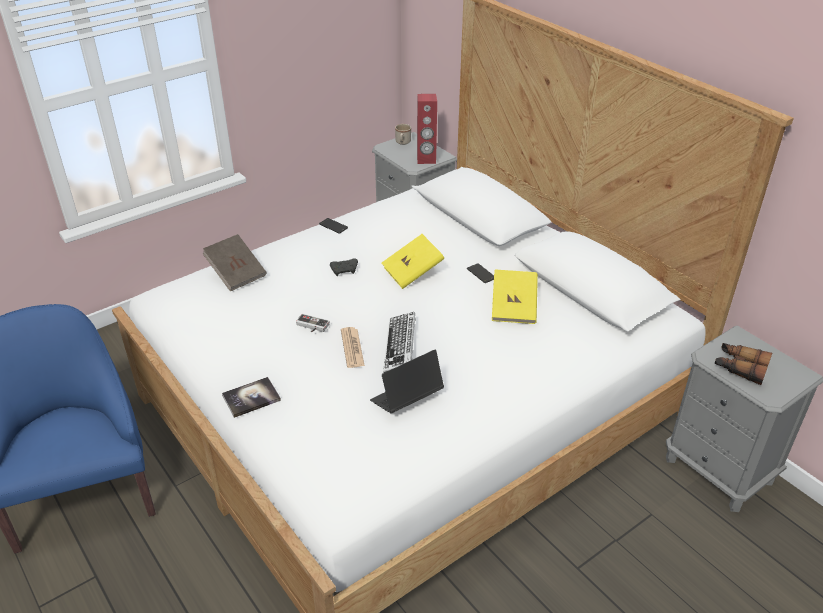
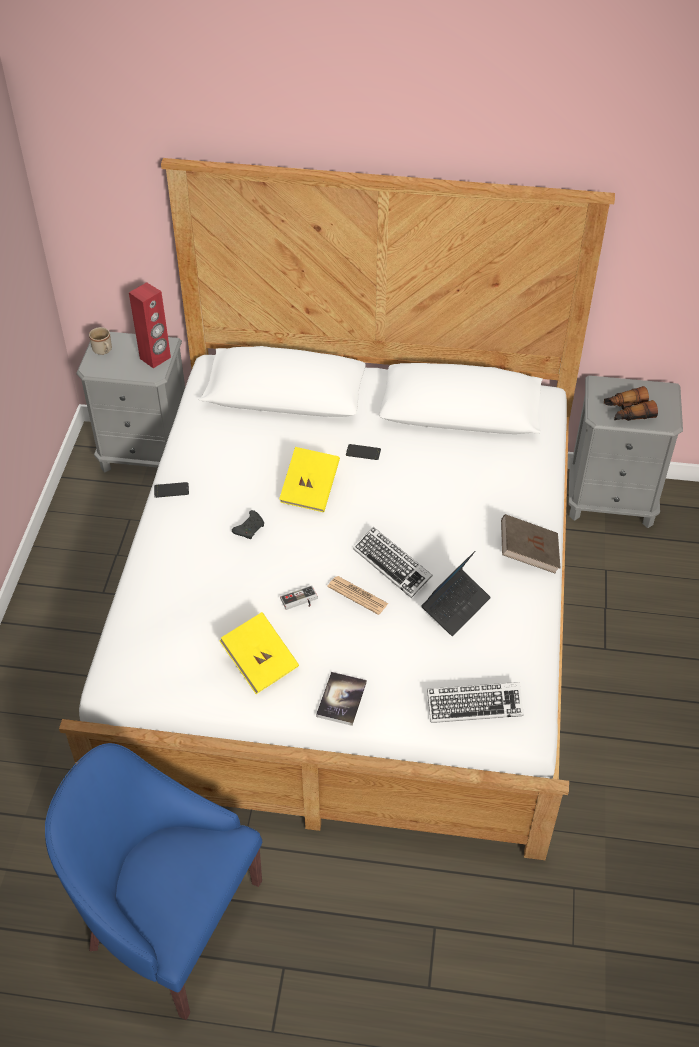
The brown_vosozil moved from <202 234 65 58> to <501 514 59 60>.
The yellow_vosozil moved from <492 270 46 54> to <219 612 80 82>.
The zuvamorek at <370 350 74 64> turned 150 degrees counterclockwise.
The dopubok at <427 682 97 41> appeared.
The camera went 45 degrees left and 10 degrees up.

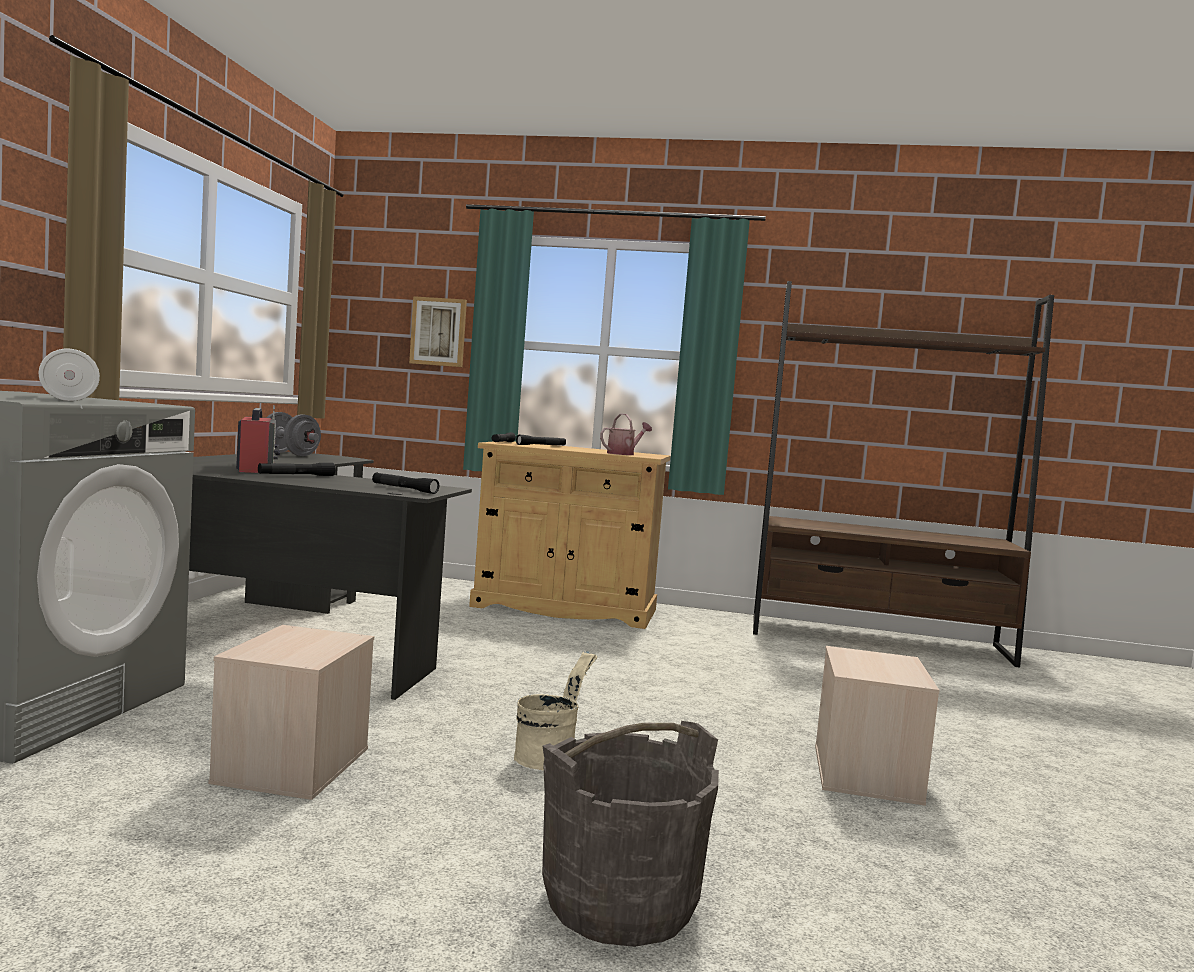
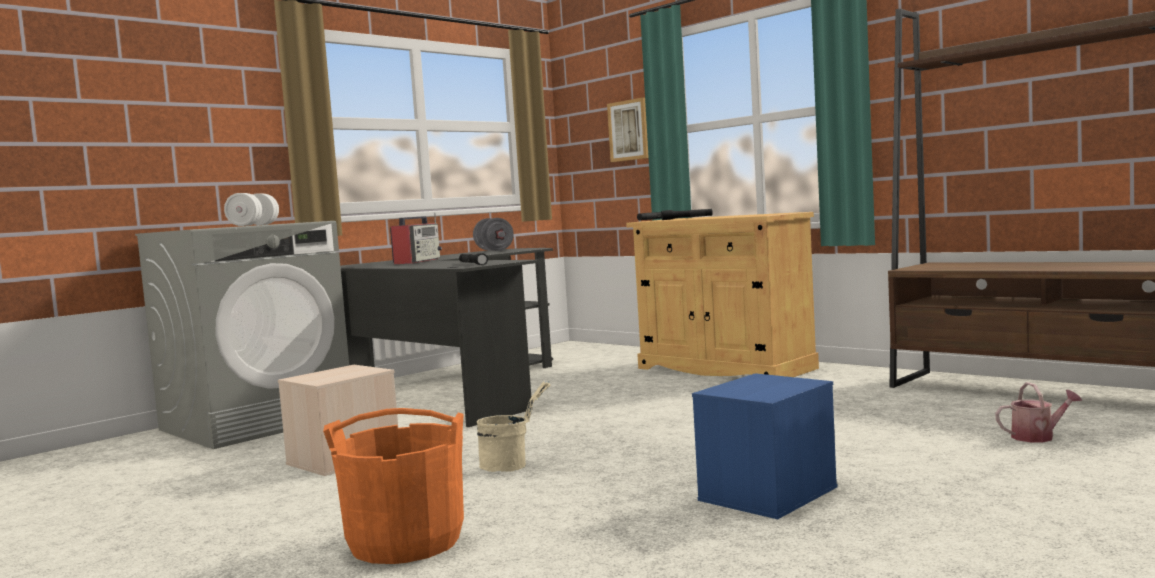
The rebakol moved from <600 413 52 42> to <995 382 87 60>.
The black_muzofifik at <258 463 77 13> disappeared.
The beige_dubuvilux at <815 646 125 160> became the blue_dubuvilux at <692 373 145 146>.
The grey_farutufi at <542 721 177 226> became the orange_farutufi at <323 408 141 156>.
The camera went 35 degrees right and 0 degrees up.

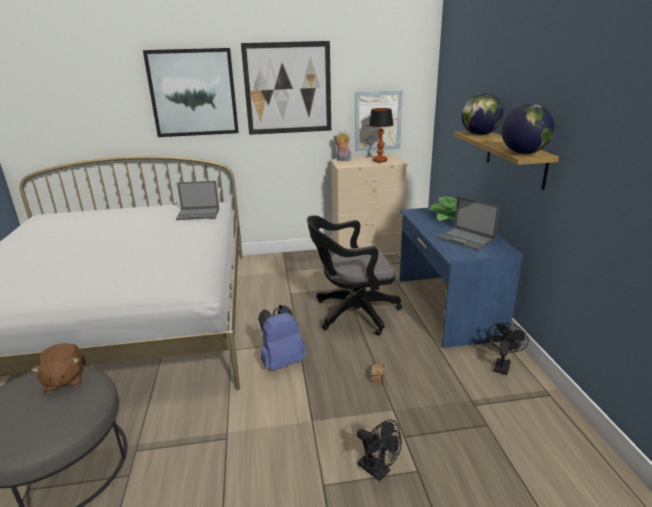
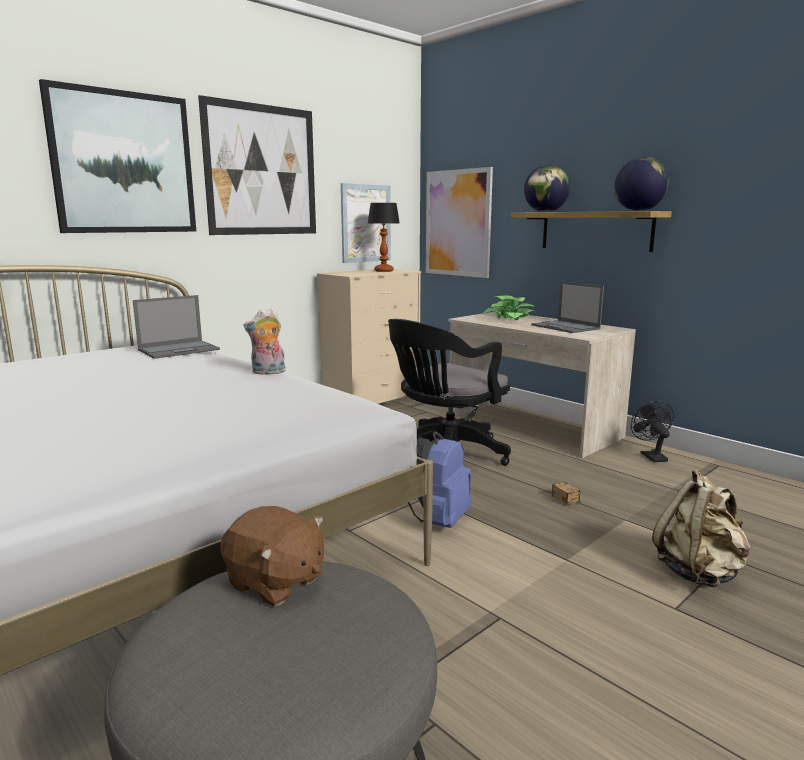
The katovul moved from <333 130 18 31> to <243 309 43 66>.
The zuvamorek at <436 197 64 54> turned 45 degrees clockwise.
The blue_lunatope at <399 206 124 142> became the beige_lunatope at <448 312 188 146>.
The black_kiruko at <357 419 45 62> was replaced by the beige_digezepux at <652 469 98 118>.
The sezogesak at <426 167 67 111> appeared.
The camera went 35 degrees left and 10 degrees down.

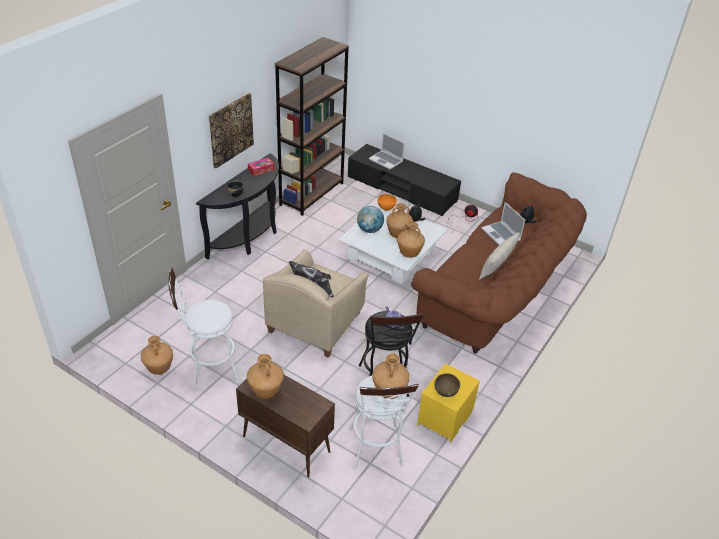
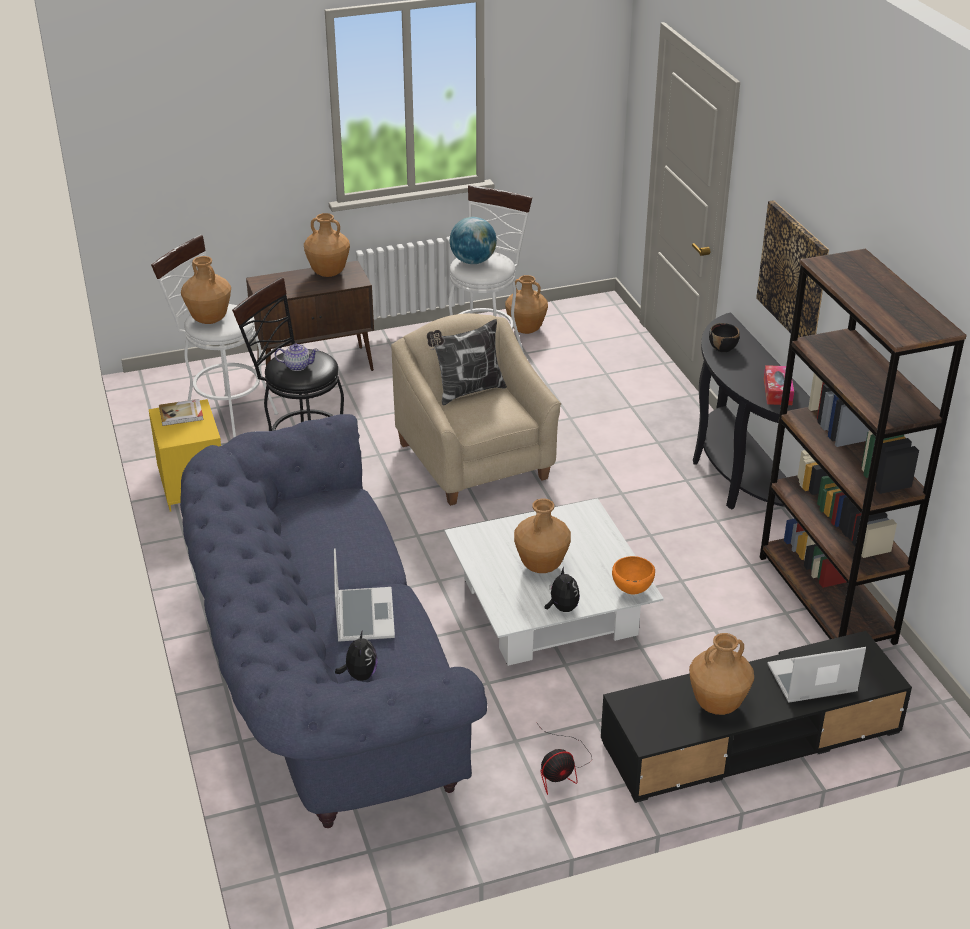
The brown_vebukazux at <411 173 176 181> became the blue_vebukazux at <180 414 307 414>.
The zuvamorek at <482 202 43 43> turned 75 degrees clockwise.
The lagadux moved from <357 206 27 27> to <450 217 47 47>.
The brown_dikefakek moved from <397 222 28 36> to <689 633 65 82>.
The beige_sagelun at <479 232 41 48> disappeared.
The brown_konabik at <435 373 25 24> was replaced by the vosozil at <159 399 44 27>.
The camera went 130 degrees right and 5 degrees down.

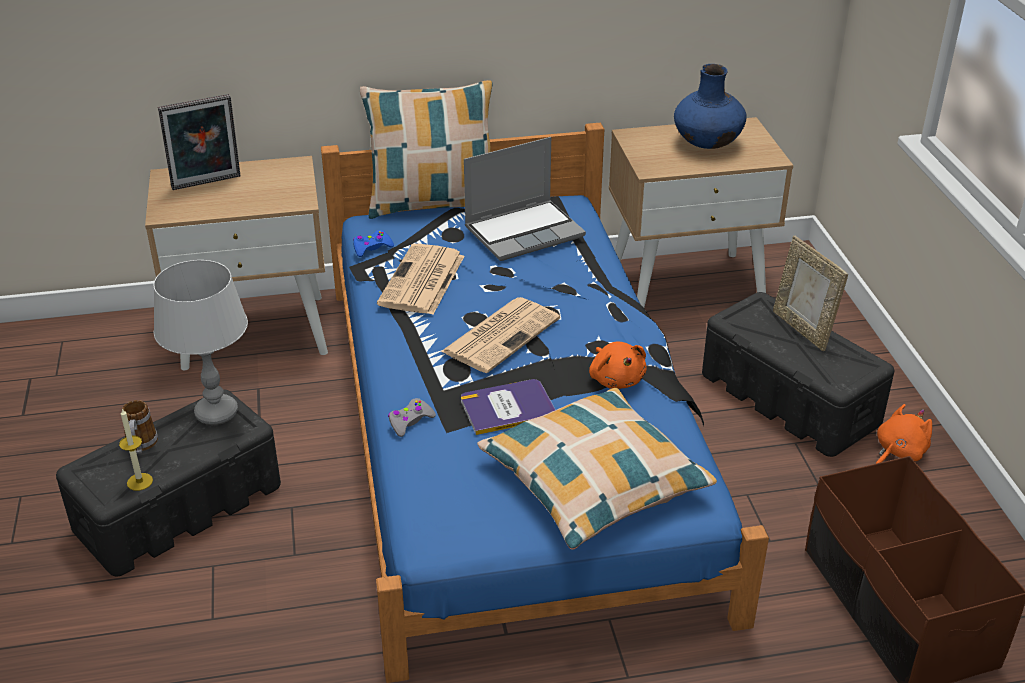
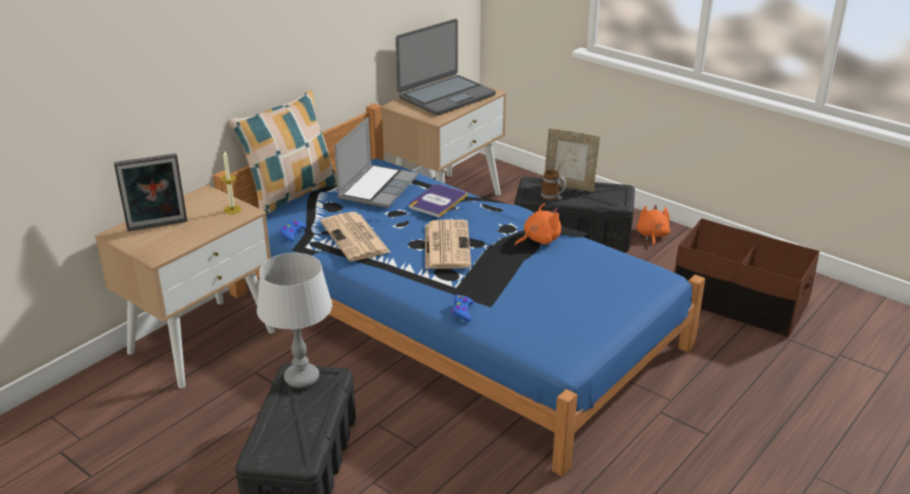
The blue_dikefakek at <674 64 73 85> was replaced by the zuvamorek at <396 19 100 97>.
The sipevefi at <158 94 82 96> turned 45 degrees clockwise.
The orange_katovul at <589 341 58 48> turned 60 degrees counterclockwise.
The vosozil moved from <461 379 94 56> to <409 184 59 34>.
The sagelun at <477 388 240 162> disappeared.
The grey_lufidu at <388 398 48 39> became the blue_lufidu at <452 295 22 26>.
The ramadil moved from <122 400 36 54> to <541 170 26 31>.
The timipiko moved from <119 409 34 82> to <220 150 22 64>.
The camera went 40 degrees left and 5 degrees down.

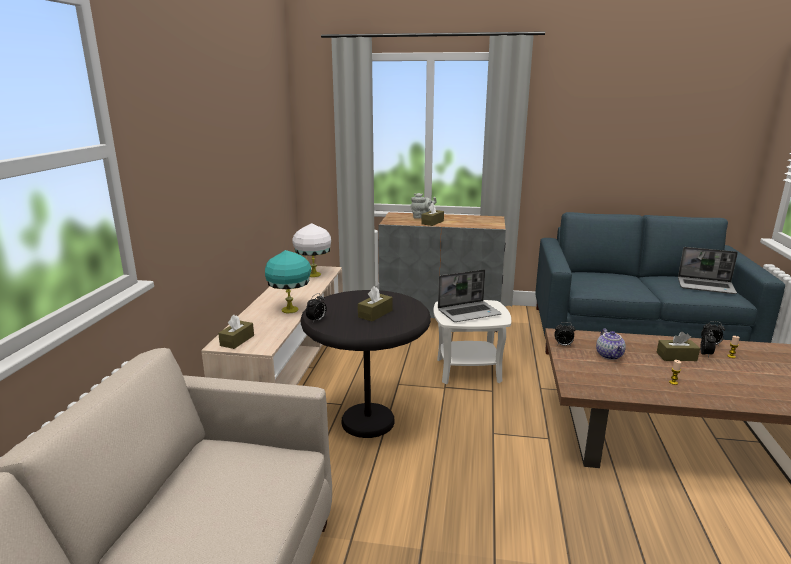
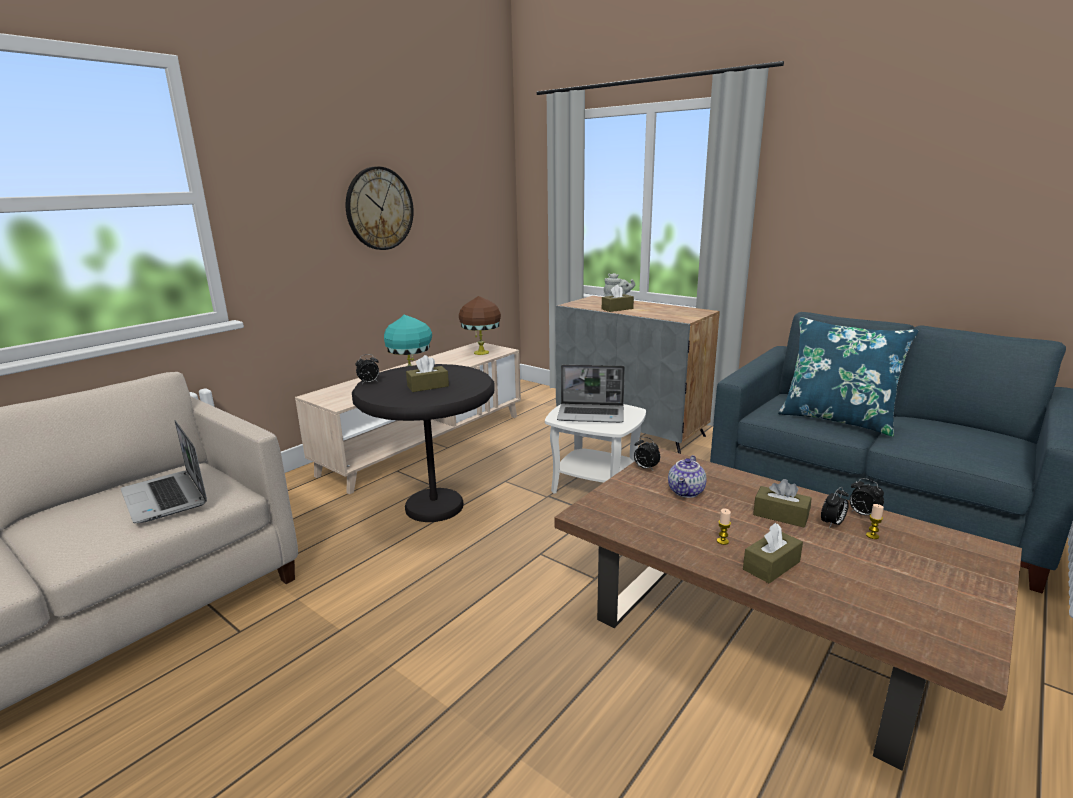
The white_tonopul at <292 223 39 54> became the brown_tonopul at <459 296 42 59>.
The zuvamorek moved from <678 247 60 47> to <120 420 87 103>.
The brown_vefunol moved from <218 315 36 34> to <743 523 60 60>.
The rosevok at <346 166 68 84> appeared.
The blue_sagelun at <778 317 141 120> appeared.
The camera went 30 degrees right and 0 degrees up.

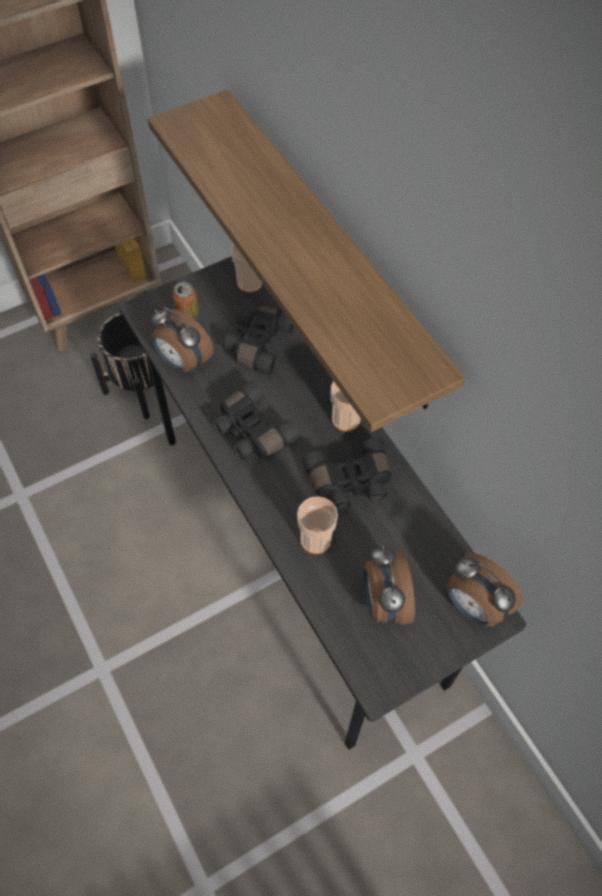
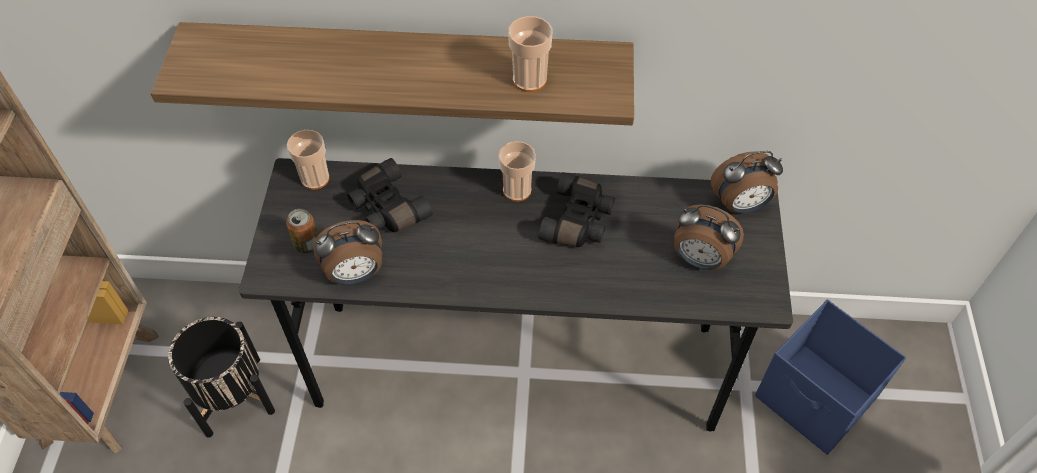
The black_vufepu at <212 381 87 79> disappeared.
The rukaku moved from <297 496 41 58> to <508 16 45 76>.
The blue_dubuvilux at <755 300 151 155> appeared.
The camera went 55 degrees left and 5 degrees down.

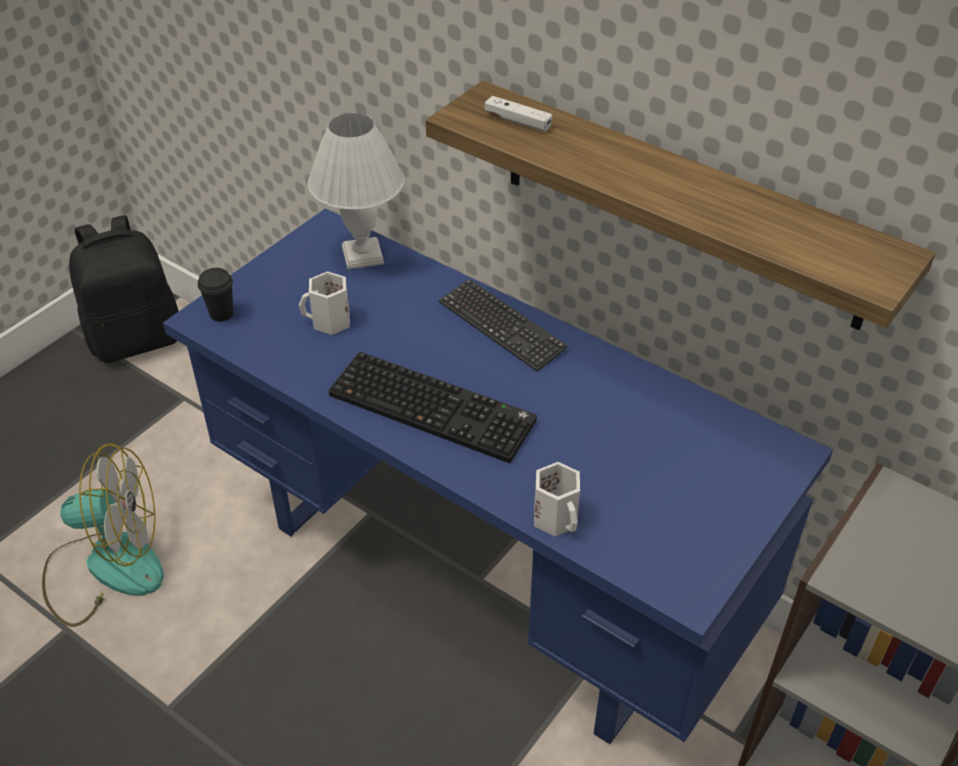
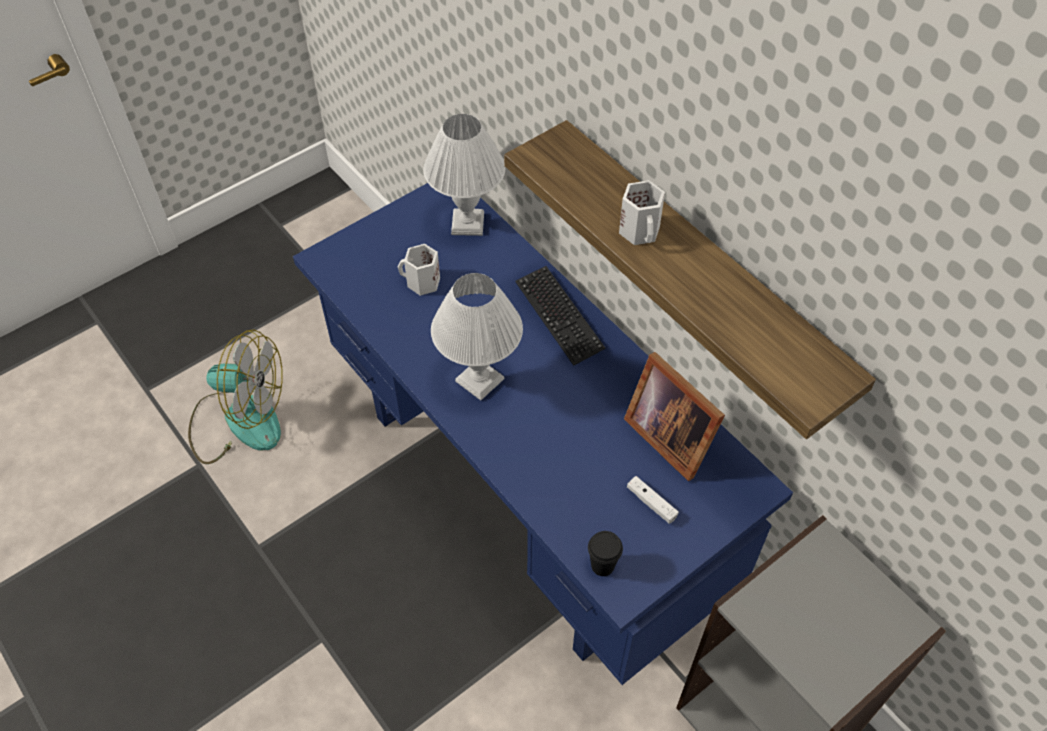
The white_lufidu moved from <485 96 67 35> to <627 476 52 48>.
The black_digezepux at <69 215 110 148> disappeared.
The black_rukaku moved from <198 268 35 54> to <588 531 35 45>.
The dopubok at <329 352 208 111> was replaced by the white_tonopul at <431 273 92 127>.
The white_ramadil moved from <534 462 46 75> to <619 180 46 65>.
The sipevefi at <624 352 101 129> appeared.
The camera went 15 degrees right and 10 degrees up.

